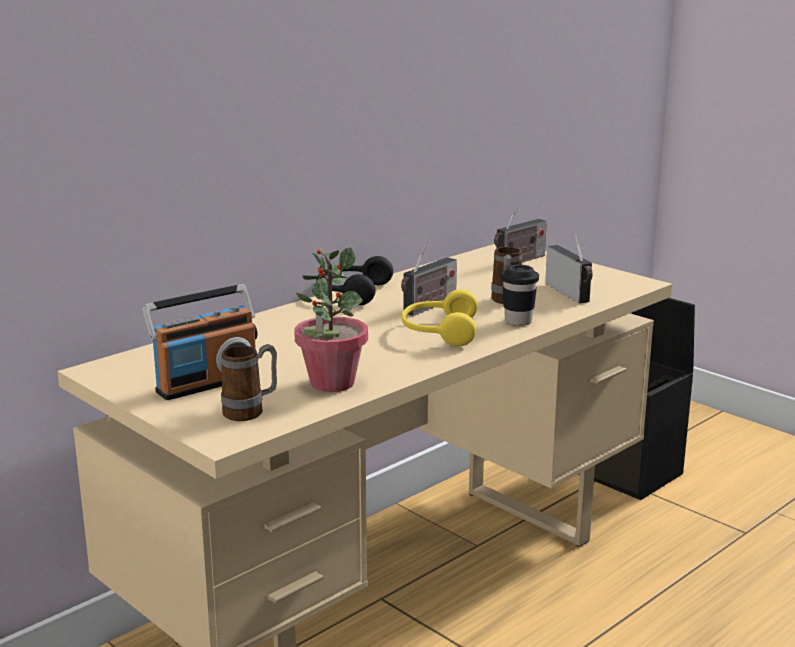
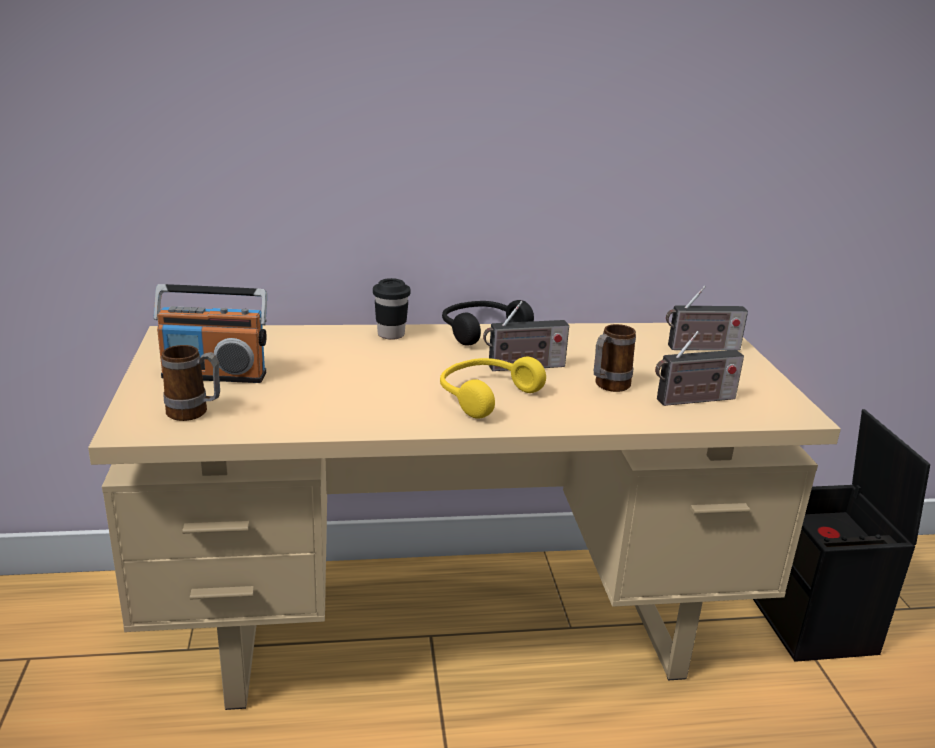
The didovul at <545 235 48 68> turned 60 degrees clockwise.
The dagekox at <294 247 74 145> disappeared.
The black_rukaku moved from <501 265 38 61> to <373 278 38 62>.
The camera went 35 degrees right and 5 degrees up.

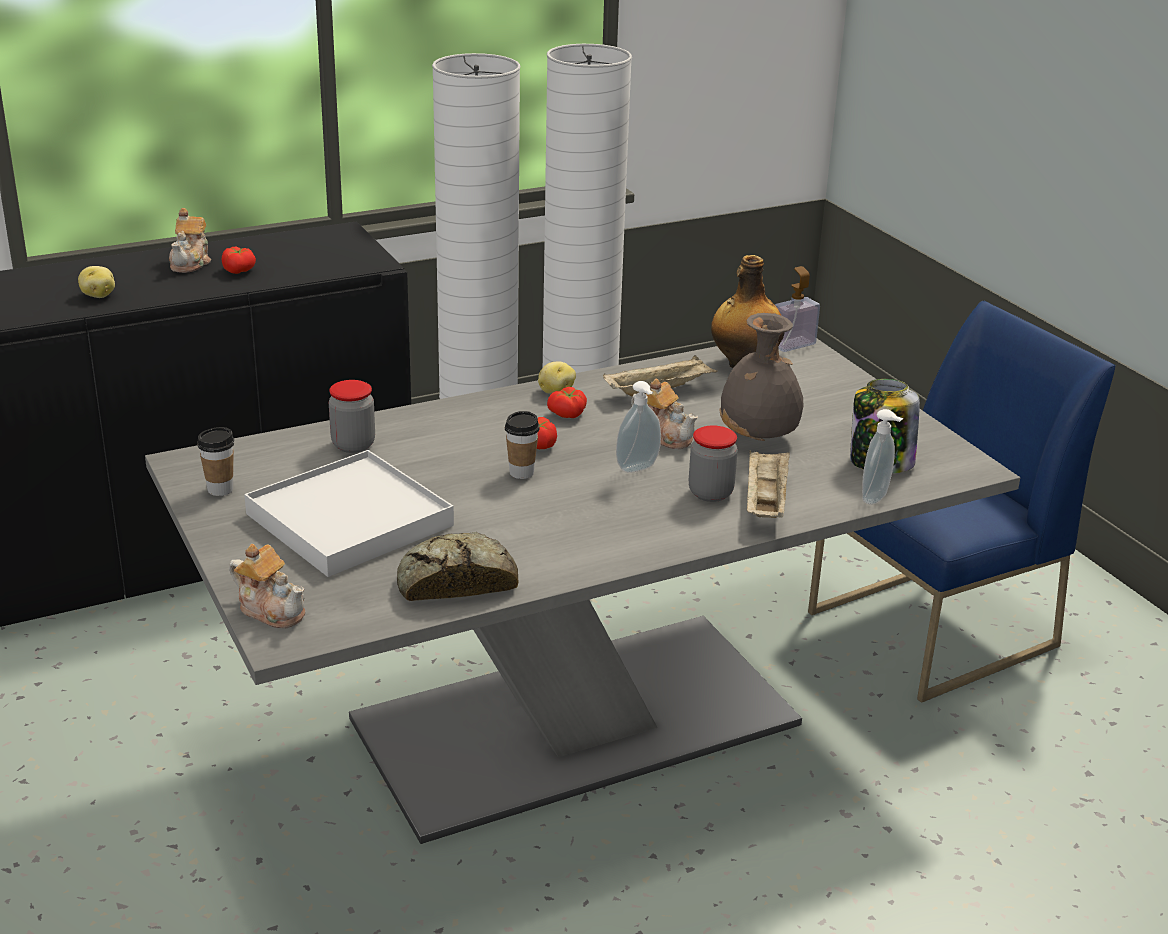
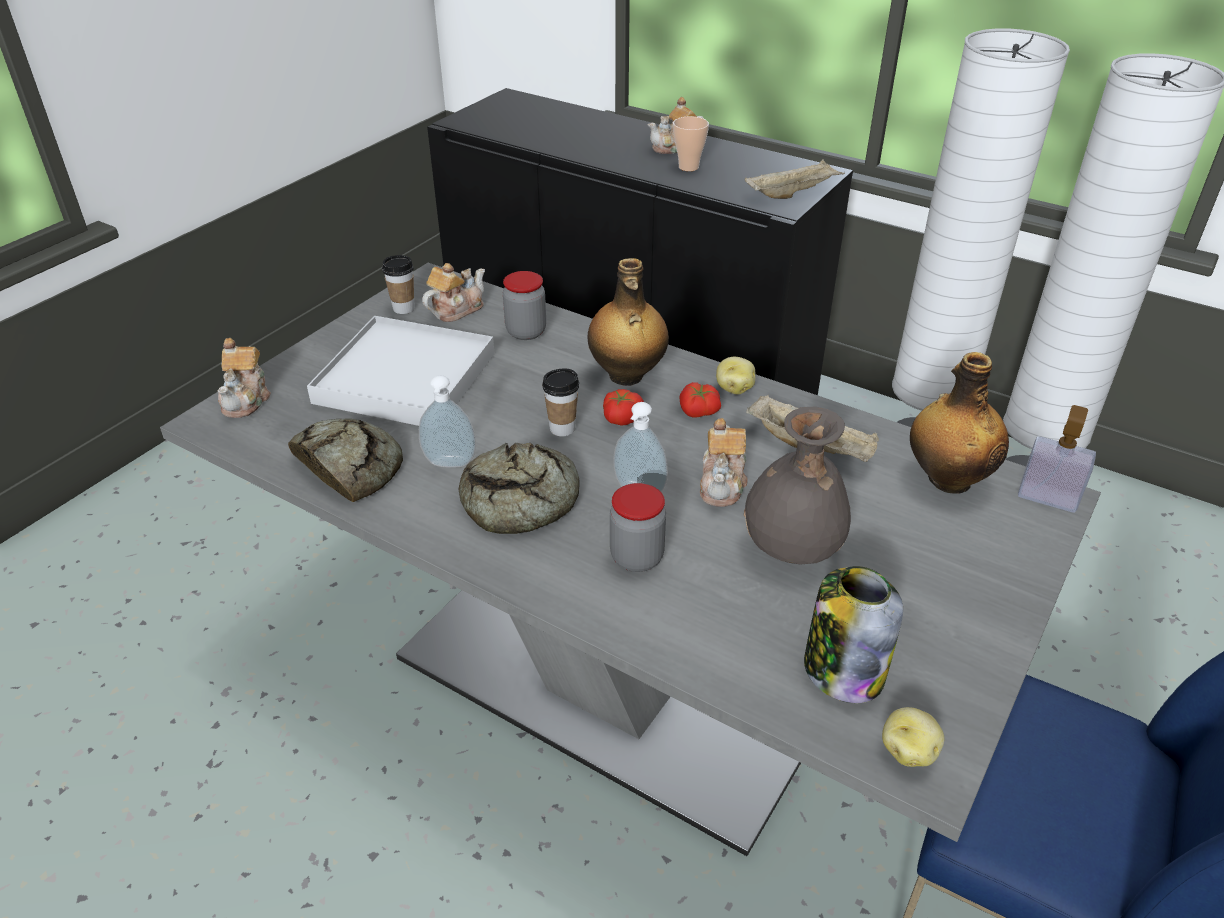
The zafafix at <222 247 34 27> was replaced by the rukaku at <673 117 36 54>.
The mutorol moved from <78 266 37 32> to <882 707 62 60>.
The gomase moved from <862 409 41 96> to <419 375 57 93>.
The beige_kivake moved from <747 449 43 69> to <745 160 100 39>.
The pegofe at <587 258 82 128> appeared.
The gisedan at <422 263 63 59> appeared.
The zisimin at <458 443 121 91> appeared.
The camera went 60 degrees right and 10 degrees up.

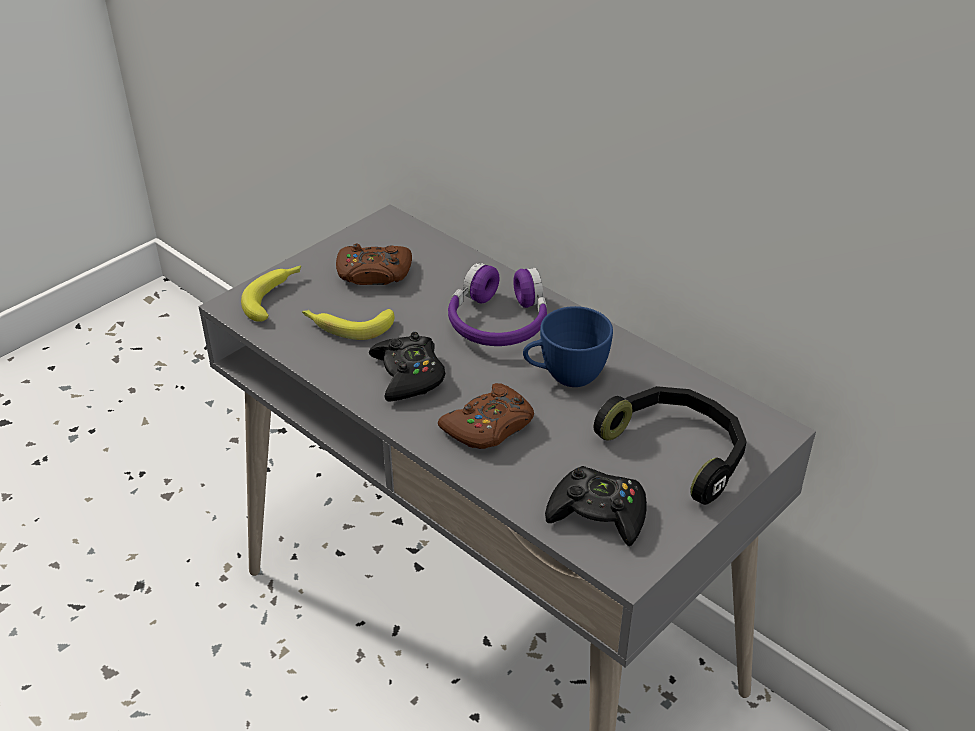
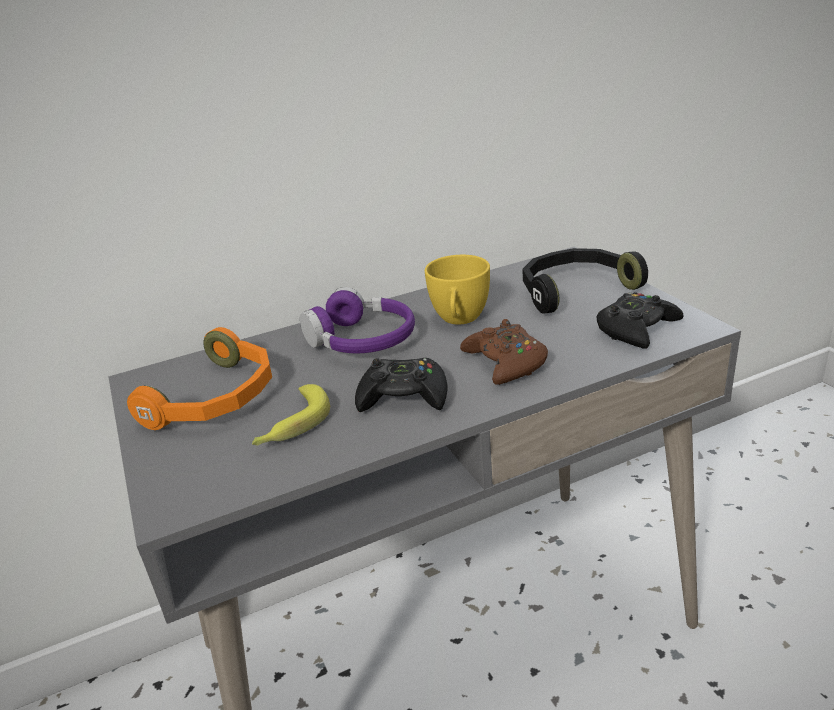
The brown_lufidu at <336 244 76 41> was replaced by the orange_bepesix at <127 327 145 103>.
The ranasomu at <241 265 60 57> disappeared.
The blue_rukaku at <523 306 90 81> became the yellow_rukaku at <425 255 65 70>.
The camera went 65 degrees left and 10 degrees down.

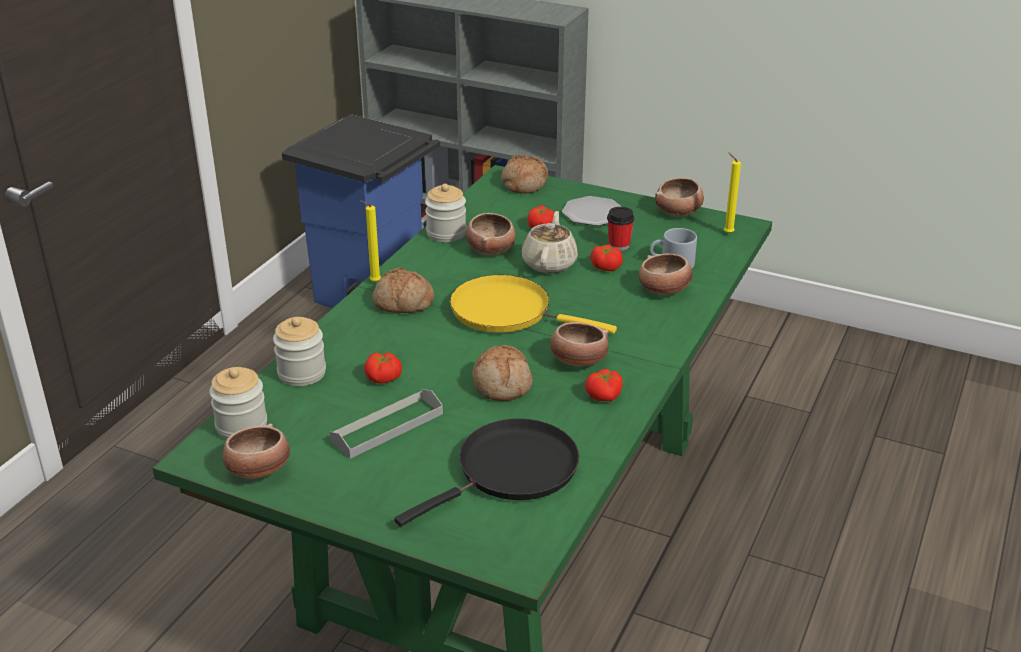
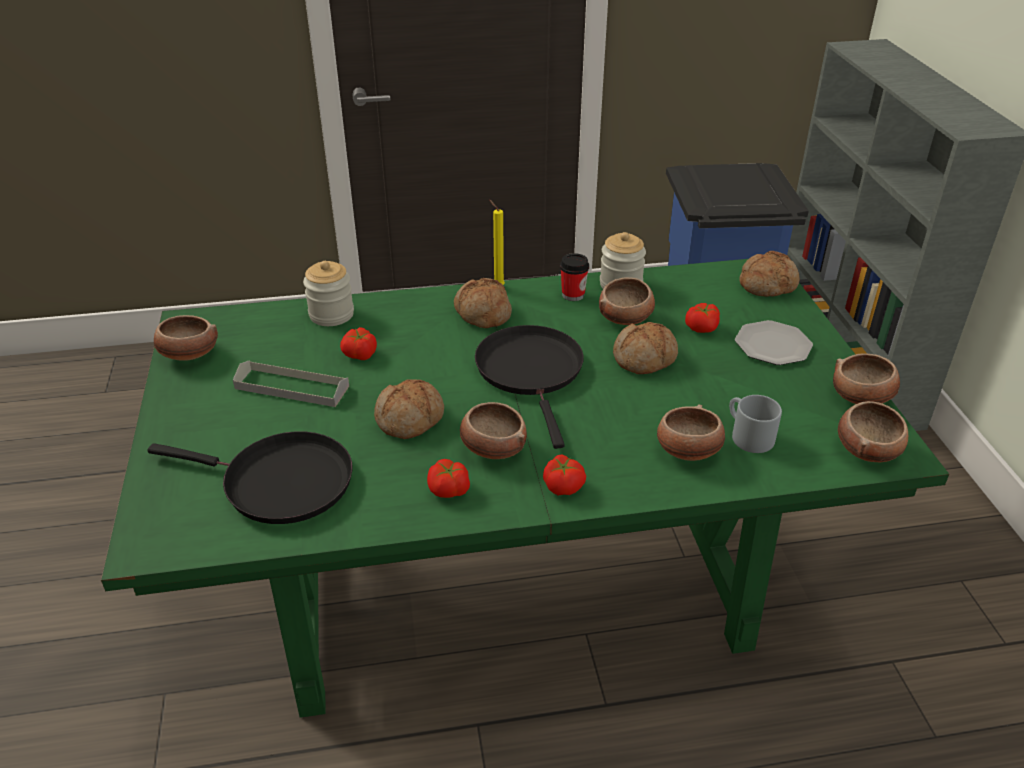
The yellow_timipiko at <724 152 17 82> was replaced by the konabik at <838 401 70 61>.
The rukaku moved from <607 207 27 44> to <560 253 29 48>.
The beige_gisedan at <522 211 56 62> was replaced by the zisimin at <613 322 65 52>.
The zafafix moved from <590 245 33 26> to <543 455 43 41>.
The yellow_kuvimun at <450 275 167 59> became the black_kuvimun at <475 325 109 124>.
The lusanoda at <209 367 58 72> disappeared.
The camera went 55 degrees right and 5 degrees up.

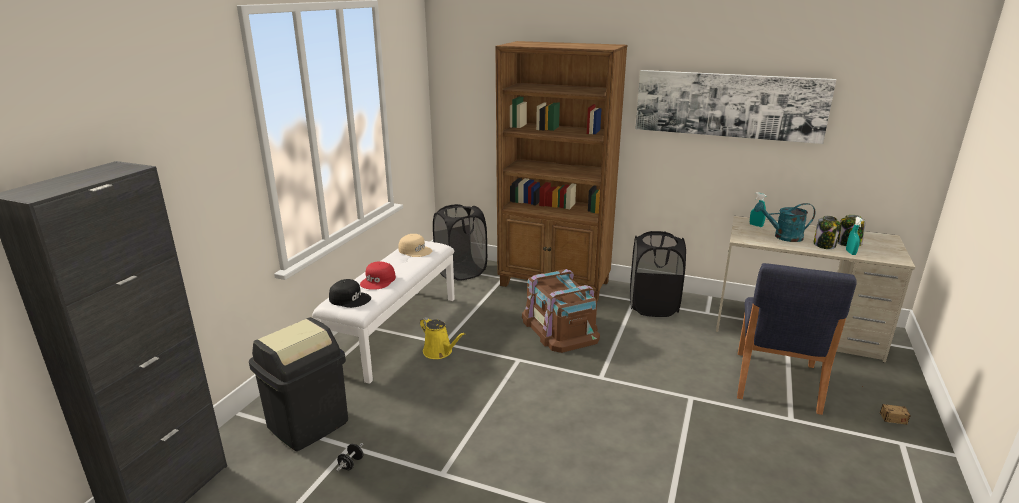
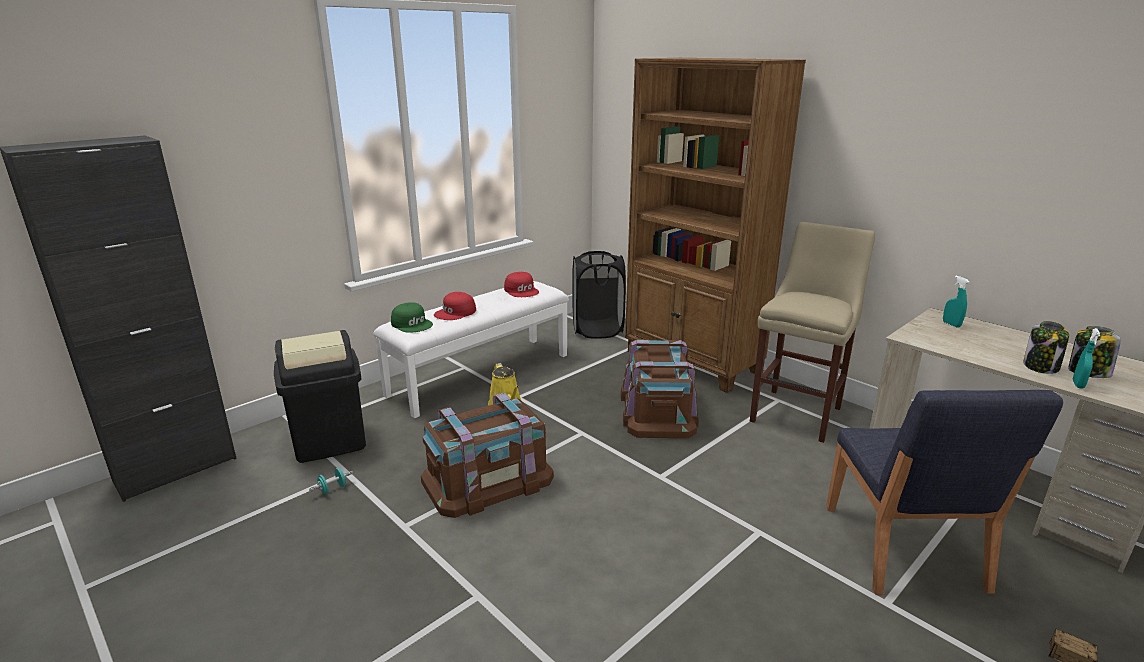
The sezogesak at <635 70 201 74> disappeared.
The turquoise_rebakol at <754 202 61 40> disappeared.
The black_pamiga at <630 231 56 86> was replaced by the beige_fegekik at <750 222 125 221>.
The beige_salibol at <398 234 34 23> became the red_salibol at <504 272 35 25>.
The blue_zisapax at <737 263 120 152> turned 45 degrees counterclockwise.
The black_salibol at <329 279 42 29> became the green_salibol at <391 302 42 31>.
The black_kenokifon at <336 443 27 29> became the turquoise_kenokifon at <309 468 44 26>.
The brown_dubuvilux at <421 393 133 125> appeared.
The camera went 25 degrees right and 0 degrees up.

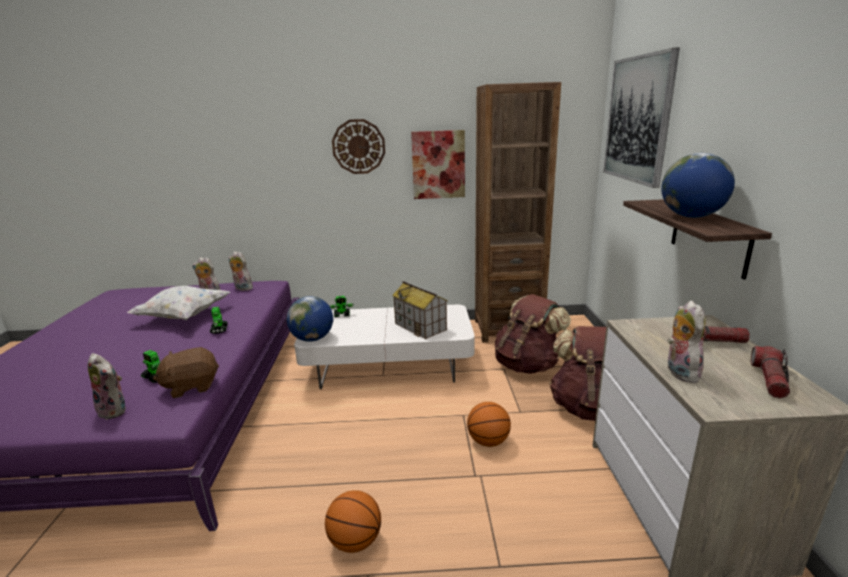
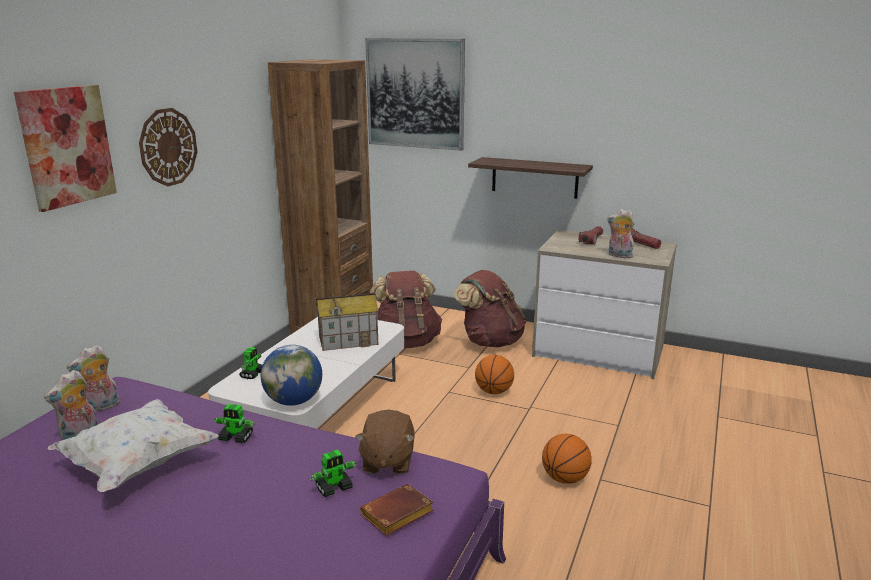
The sezogesak moved from <411 130 54 69> to <14 85 103 127>.
The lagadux at <661 153 74 65> disappeared.
The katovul at <88 353 38 67> was replaced by the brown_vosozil at <360 484 74 52>.
The camera went 65 degrees left and 0 degrees up.

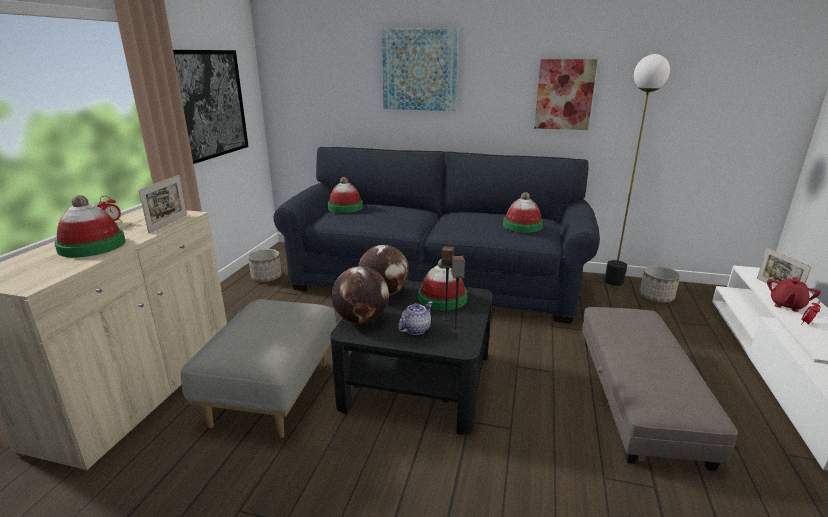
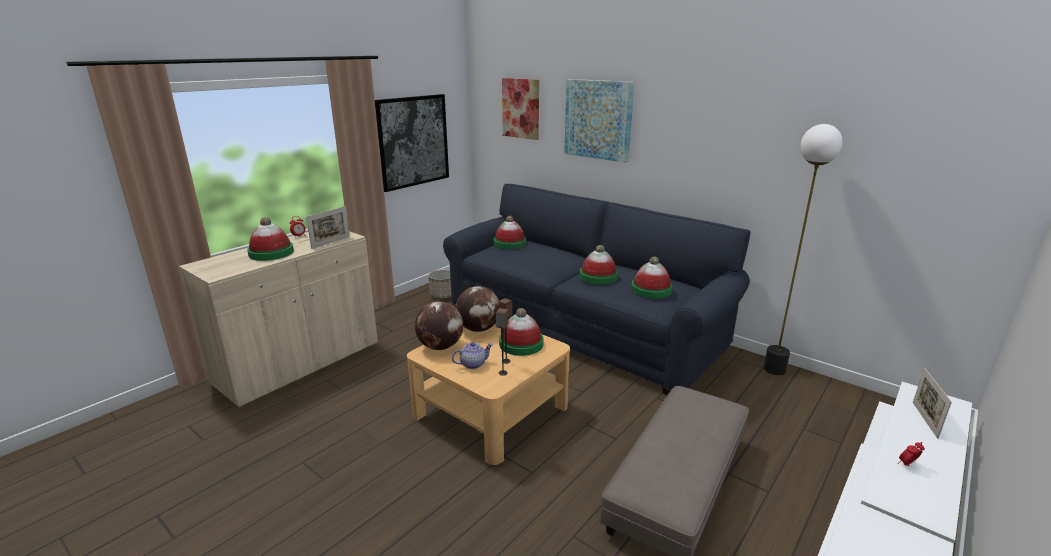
The sezogesak moved from <534 59 64 71> to <502 78 37 62>.
The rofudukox at <640 266 40 36> disappeared.
The red_gisedan at <767 277 54 35> disappeared.
The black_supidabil at <330 281 162 154> became the beige_supidabil at <407 323 163 142>.
The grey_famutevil at <181 300 156 138> disappeared.
The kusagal at <580 245 38 39> appeared.
The camera went 25 degrees right and 0 degrees up.

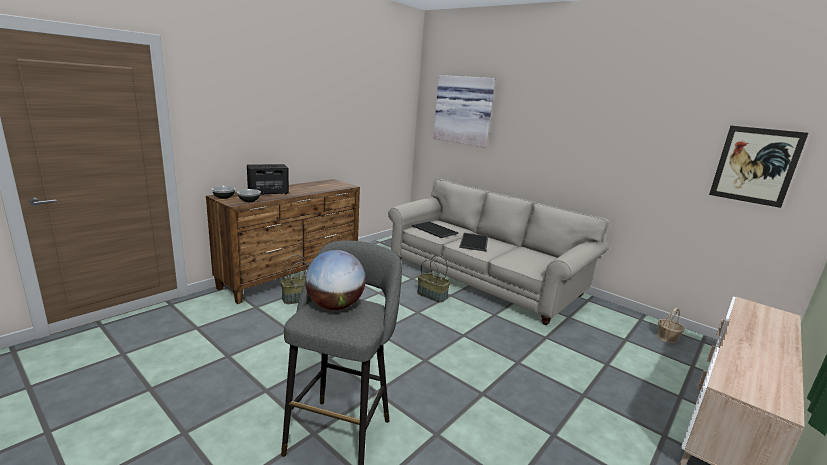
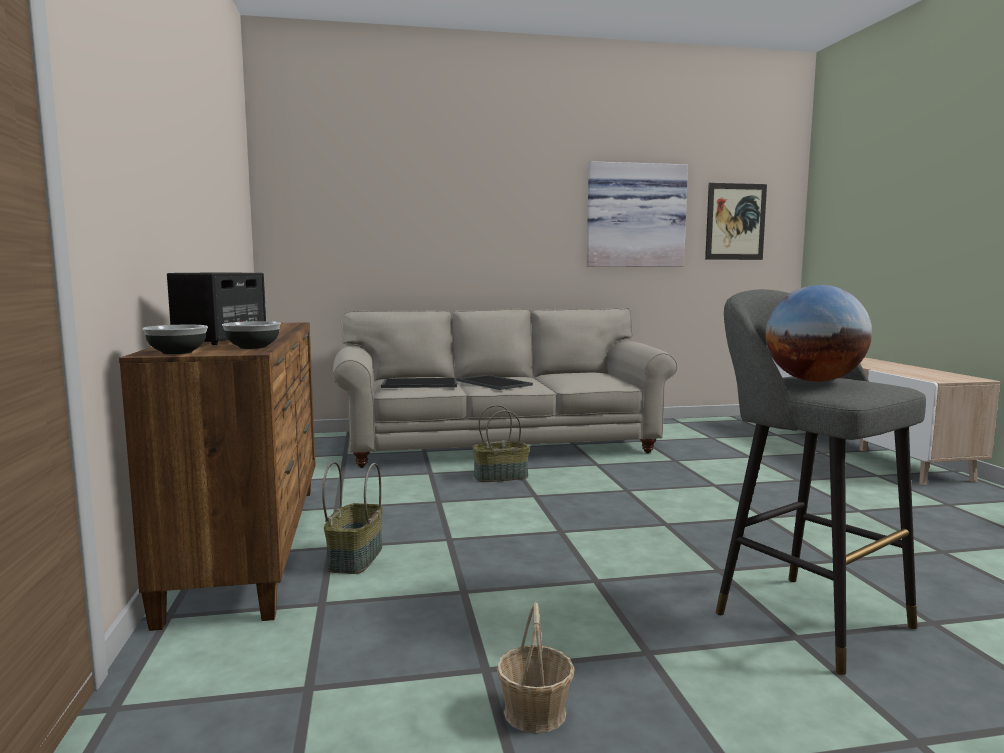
The sezogesak moved from <433 75 62 73> to <587 161 101 106>.
The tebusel moved from <657 308 28 36> to <496 602 79 132>.
The camera went 50 degrees left and 10 degrees down.

